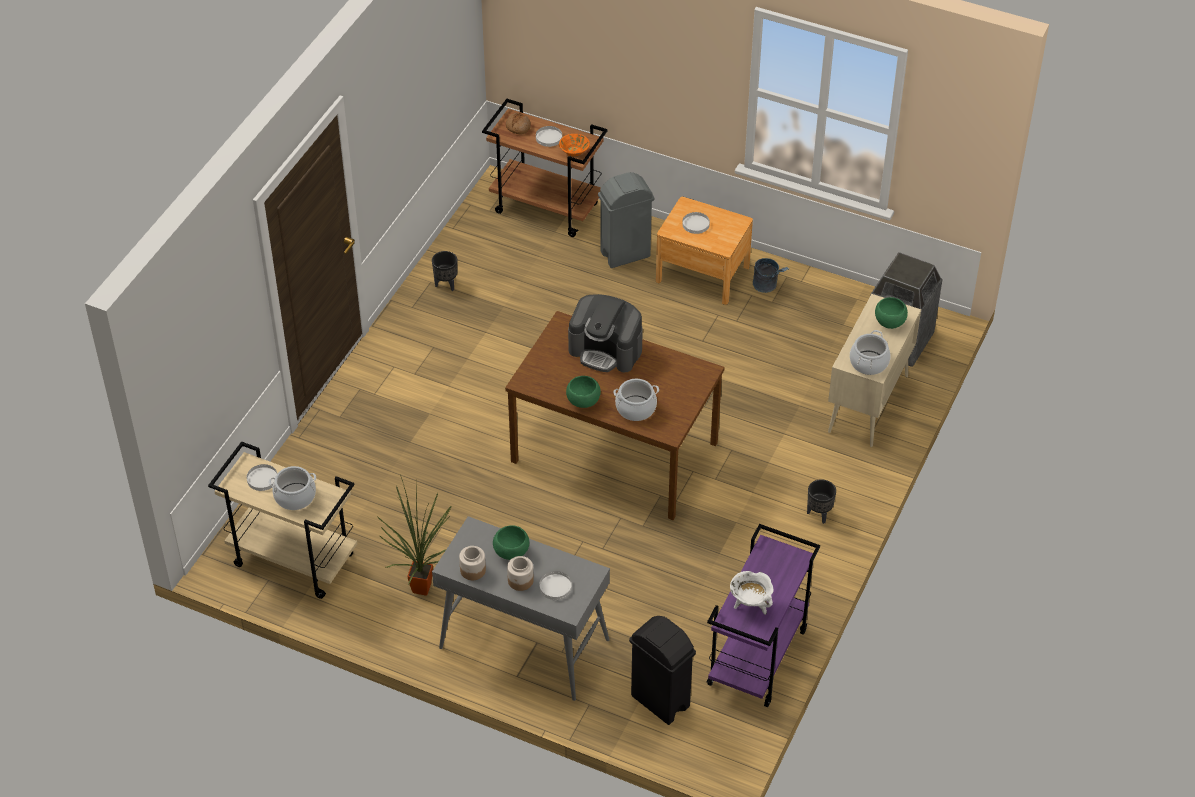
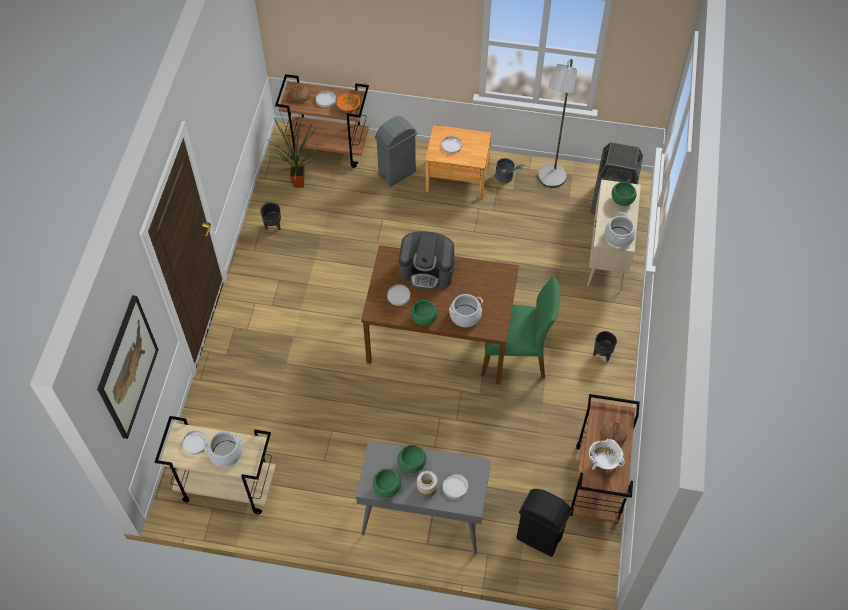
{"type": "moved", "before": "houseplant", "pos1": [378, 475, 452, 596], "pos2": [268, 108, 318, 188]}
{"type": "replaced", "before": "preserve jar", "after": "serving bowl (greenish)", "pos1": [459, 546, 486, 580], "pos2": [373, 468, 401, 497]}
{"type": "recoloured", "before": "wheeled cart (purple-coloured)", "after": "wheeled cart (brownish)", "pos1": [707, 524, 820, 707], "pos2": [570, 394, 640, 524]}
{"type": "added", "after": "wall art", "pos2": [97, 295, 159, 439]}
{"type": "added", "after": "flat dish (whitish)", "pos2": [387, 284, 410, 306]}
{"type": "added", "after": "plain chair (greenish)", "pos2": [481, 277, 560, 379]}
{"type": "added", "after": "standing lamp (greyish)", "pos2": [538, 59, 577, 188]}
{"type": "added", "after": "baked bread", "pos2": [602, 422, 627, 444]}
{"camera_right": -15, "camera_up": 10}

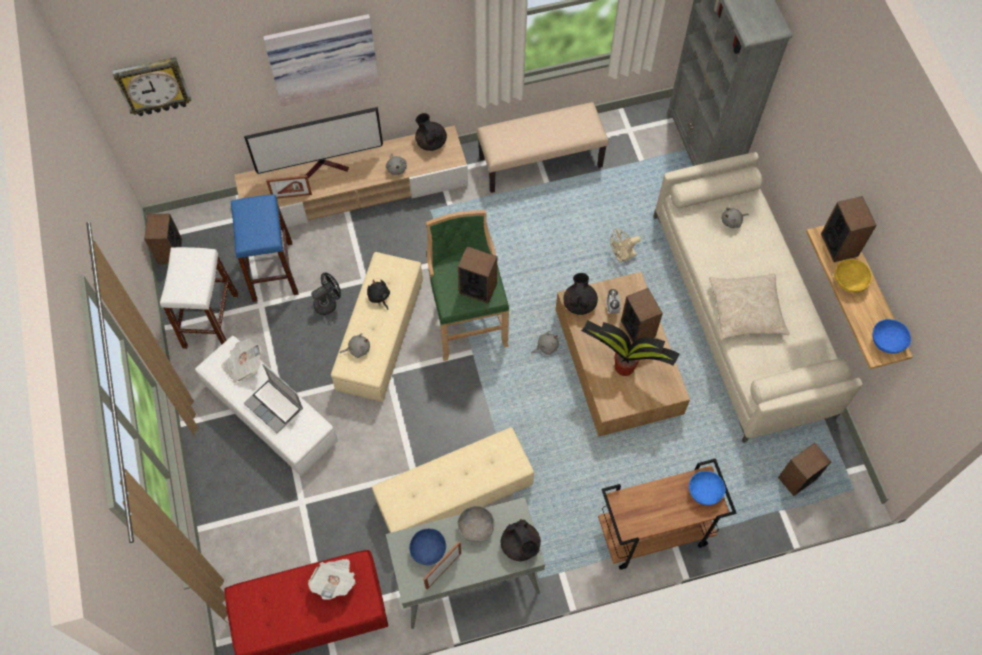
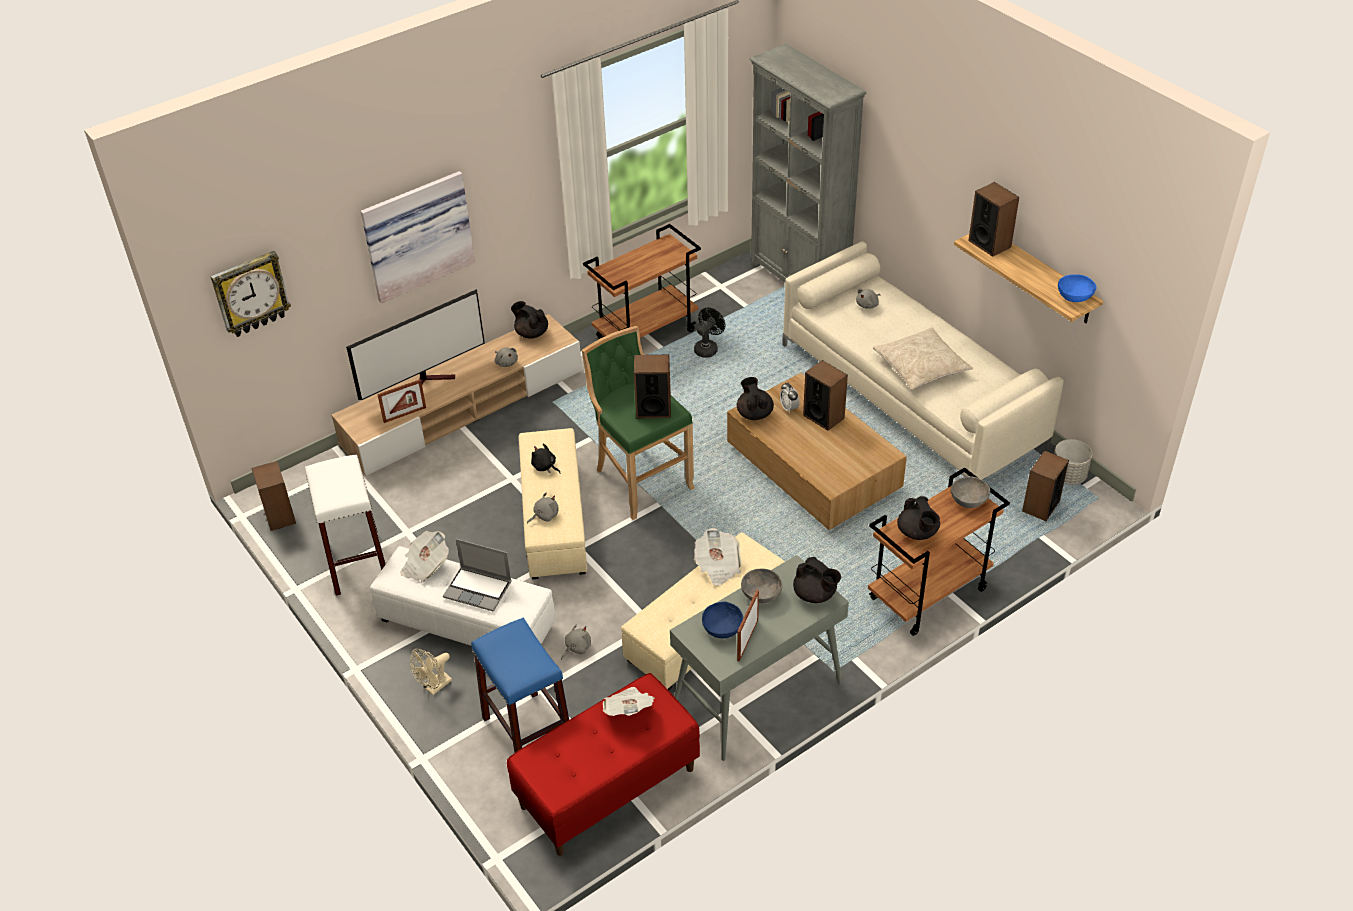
{"type": "moved", "before": "stool (blue)", "pos1": [231, 194, 299, 302], "pos2": [471, 618, 569, 753]}
{"type": "moved", "before": "fan (black-coloured)", "pos1": [311, 273, 341, 315], "pos2": [694, 308, 725, 358]}
{"type": "replaced", "before": "indoor bench (beige-coloured)", "after": "wheeled cart (brownish)", "pos1": [477, 102, 609, 193], "pos2": [583, 224, 701, 338]}
{"type": "moved", "before": "cuddly toy (greyish)", "pos1": [531, 331, 559, 355], "pos2": [561, 624, 591, 659]}
{"type": "removed", "before": "houseplant", "pos1": [581, 320, 680, 376]}
{"type": "moved", "before": "fan (beige-coloured)", "pos1": [610, 228, 641, 263], "pos2": [410, 649, 452, 695]}
{"type": "recoloured", "before": "serving bowl (blue)", "after": "serving bowl (greyish)", "pos1": [689, 471, 726, 505], "pos2": [951, 477, 990, 508]}
{"type": "removed", "before": "serving bowl (yellowish)", "pos1": [835, 259, 872, 293]}
{"type": "added", "after": "newspaper", "pos2": [694, 528, 741, 586]}
{"type": "added", "after": "tea pot (black-coloured)", "pos2": [897, 496, 940, 540]}
{"type": "added", "after": "planter (greyish)", "pos2": [1054, 439, 1092, 485]}
{"camera_right": -20, "camera_up": -20}

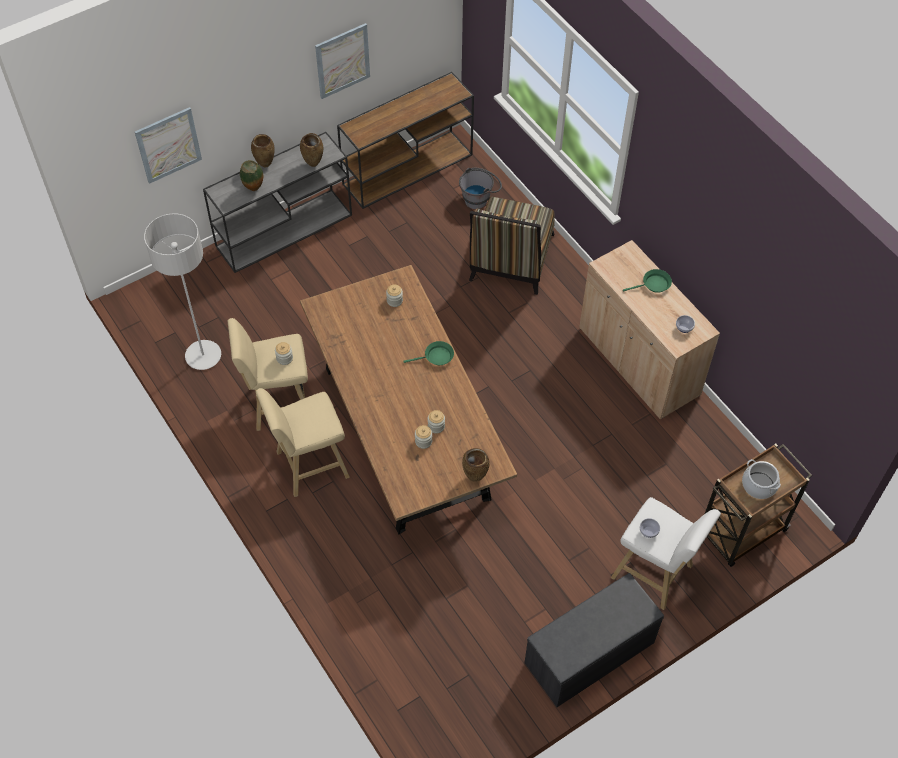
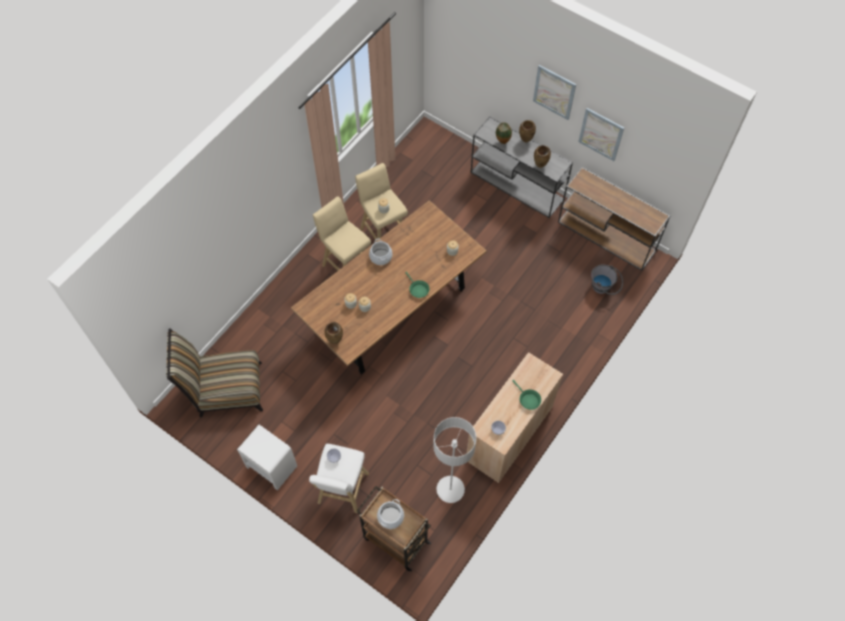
{"type": "moved", "before": "wall art", "pos1": [135, 107, 202, 184], "pos2": [533, 65, 576, 120]}
{"type": "moved", "before": "standing lamp (greyish)", "pos1": [144, 213, 221, 370], "pos2": [433, 417, 476, 503]}
{"type": "moved", "before": "plain chair", "pos1": [469, 197, 555, 295], "pos2": [166, 329, 263, 417]}
{"type": "replaced", "before": "indoor bench (greyish)", "after": "nightstand (whitish)", "pos1": [524, 573, 664, 707], "pos2": [237, 425, 297, 491]}
{"type": "added", "after": "stockpot", "pos2": [369, 239, 392, 265]}
{"camera_right": 70, "camera_up": 5}

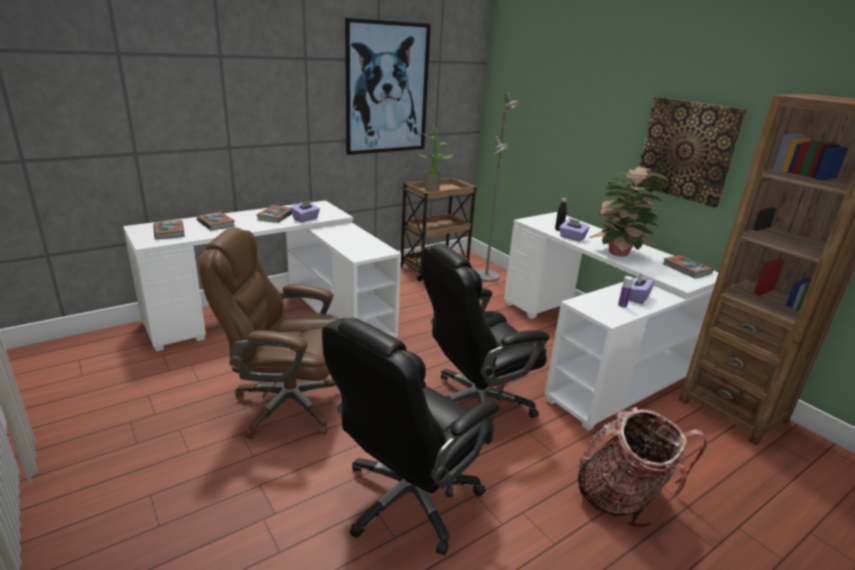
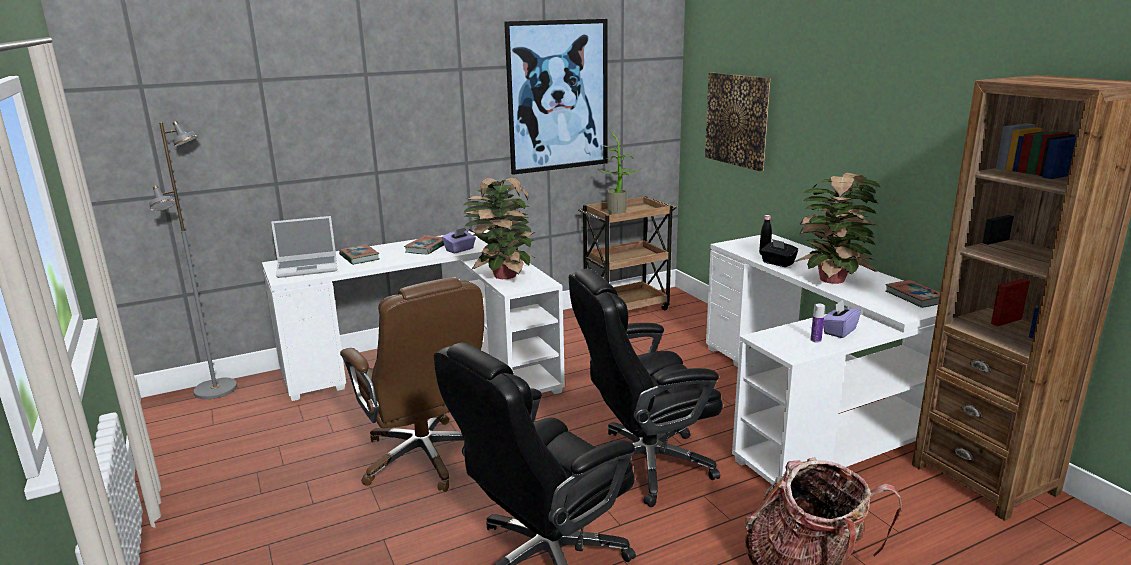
{"type": "replaced", "before": "book", "after": "notebook computer", "pos1": [153, 220, 185, 239], "pos2": [271, 216, 337, 278]}
{"type": "turned", "before": "office chair (brownish)", "pos1": [198, 227, 340, 439], "pos2": [340, 277, 484, 492], "turn": -135}
{"type": "moved", "before": "standing lamp (greyish)", "pos1": [476, 92, 519, 282], "pos2": [149, 121, 237, 399]}
{"type": "recoloured", "before": "tissue box (purple-coloured)", "after": "tissue box (black-coloured)", "pos1": [559, 218, 589, 242], "pos2": [760, 239, 798, 267]}
{"type": "moved", "before": "wall art", "pos1": [639, 97, 747, 208], "pos2": [705, 73, 770, 171]}
{"type": "added", "after": "houseplant", "pos2": [463, 178, 535, 279]}
{"camera_right": 10, "camera_up": -5}

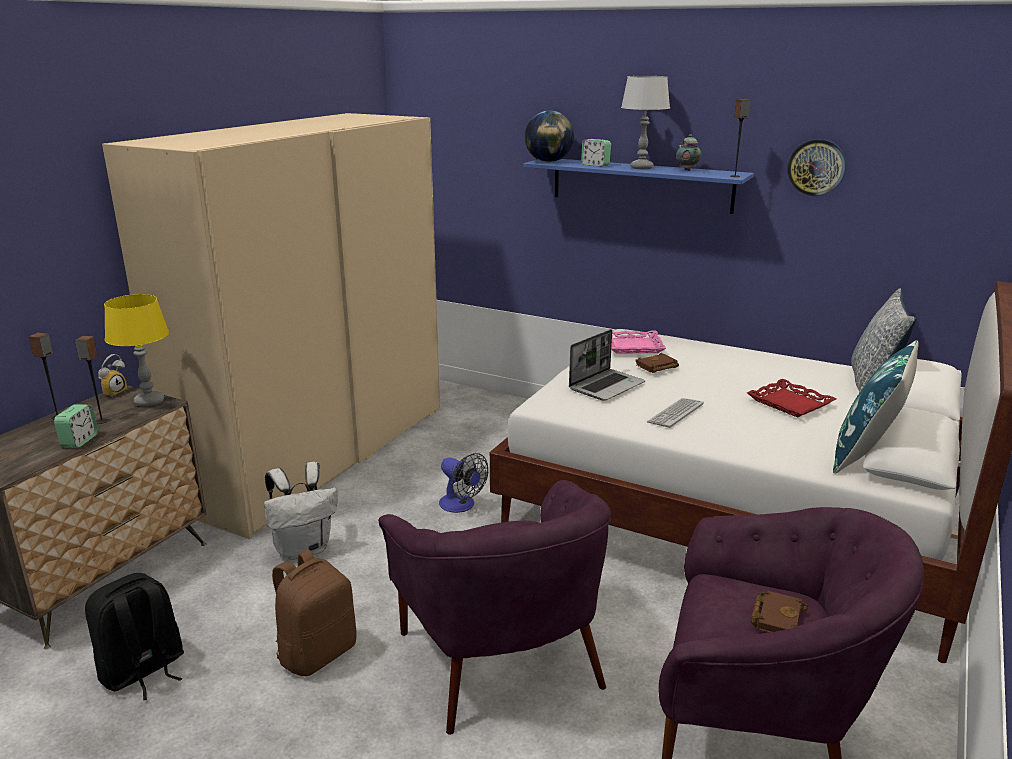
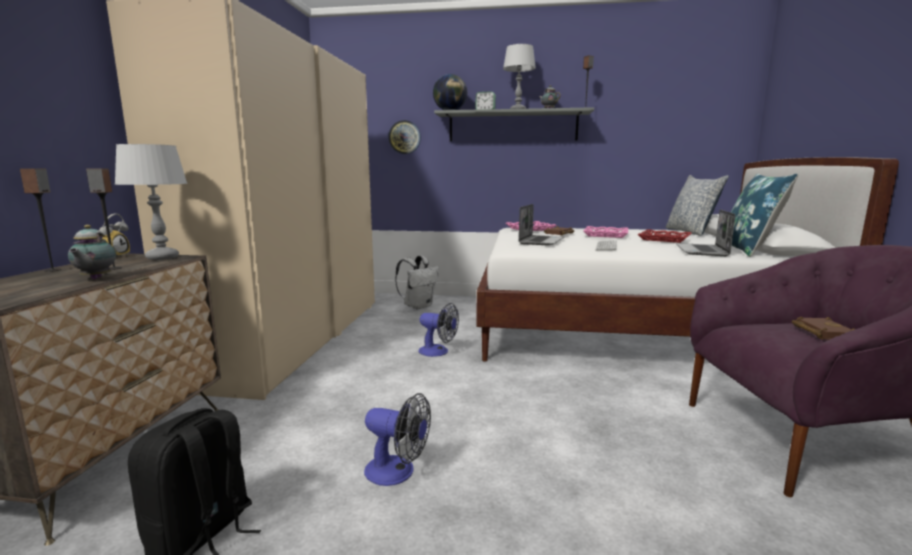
{"type": "replaced", "before": "bedside clock", "after": "tea pot", "pos1": [54, 404, 98, 448], "pos2": [68, 225, 116, 279]}
{"type": "recoloured", "before": "tabletop lamp (yellowish)", "after": "tabletop lamp (greyish)", "pos1": [104, 294, 169, 407], "pos2": [114, 144, 188, 260]}
{"type": "moved", "before": "backpack (whitish)", "pos1": [264, 462, 338, 560], "pos2": [395, 255, 439, 309]}
{"type": "replaced", "before": "backpack (brownish)", "after": "fan", "pos1": [272, 550, 357, 676], "pos2": [364, 393, 431, 486]}
{"type": "removed", "before": "armchair (purple-coloured)", "pos1": [378, 480, 611, 735]}
{"type": "recoloured", "before": "wall shelf (blue)", "after": "wall shelf (greyish)", "pos1": [523, 159, 754, 214], "pos2": [434, 107, 594, 142]}
{"type": "moved", "before": "hanging clock", "pos1": [787, 139, 846, 196], "pos2": [388, 120, 421, 154]}
{"type": "added", "after": "tray (pink)", "pos2": [584, 226, 629, 238]}
{"type": "added", "after": "notebook computer", "pos2": [676, 210, 735, 256]}
{"camera_right": -20, "camera_up": -10}

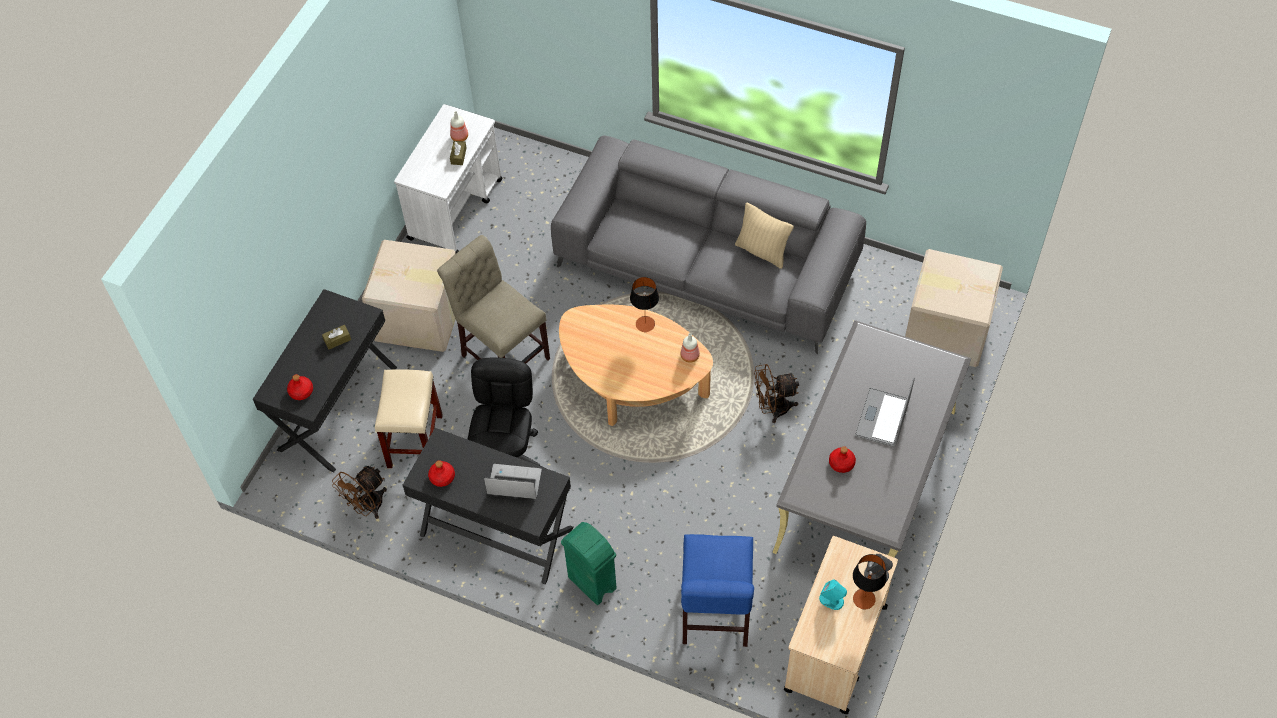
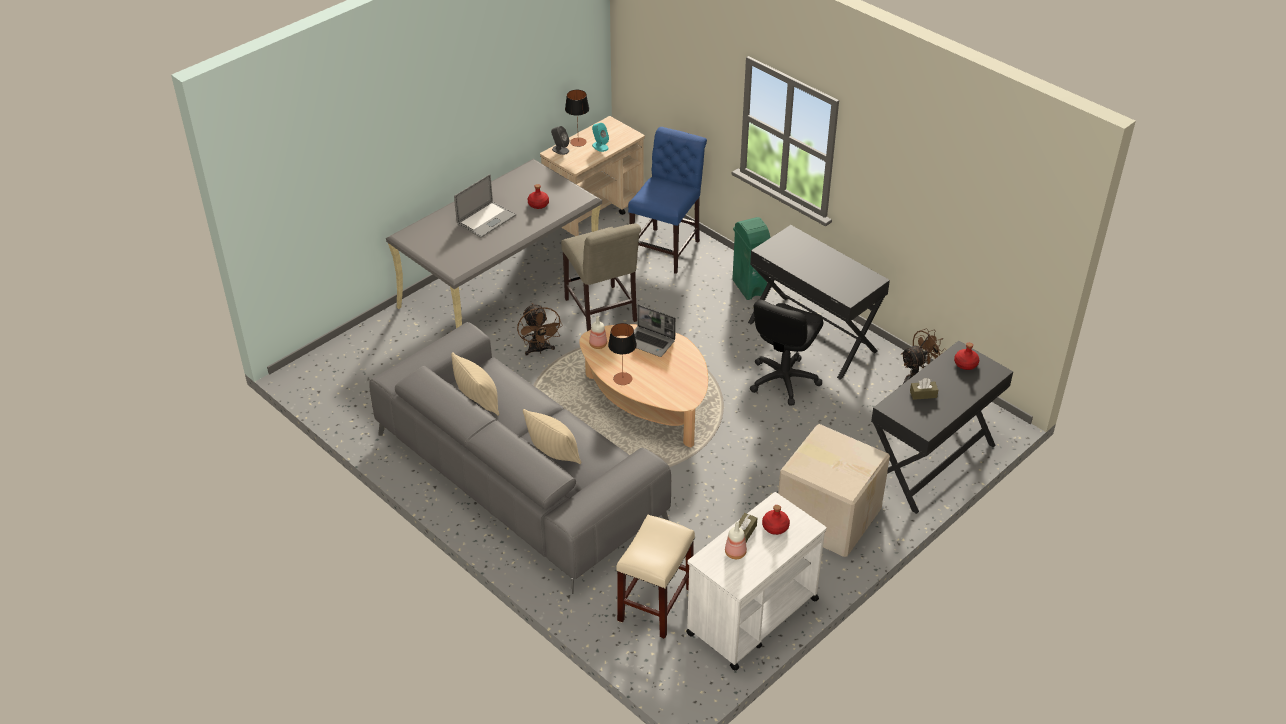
{"type": "moved", "before": "stool (beige-coloured)", "pos1": [375, 369, 443, 469], "pos2": [616, 515, 695, 639]}
{"type": "moved", "before": "beverage bottle (red-coloured)", "pos1": [428, 460, 455, 487], "pos2": [762, 505, 790, 535]}
{"type": "moved", "before": "plain chair (beige-coloured)", "pos1": [437, 235, 550, 363], "pos2": [561, 224, 641, 331]}
{"type": "moved", "before": "notebook computer", "pos1": [484, 464, 542, 499], "pos2": [634, 305, 676, 357]}
{"type": "turned", "before": "fan (brownish)", "pos1": [754, 364, 799, 423], "pos2": [517, 303, 563, 356], "turn": 60}
{"type": "removed", "before": "carton", "pos1": [905, 249, 1003, 367]}
{"type": "added", "after": "pillow (beige-coloured)", "pos2": [523, 409, 581, 464]}
{"camera_right": -160, "camera_up": -15}

